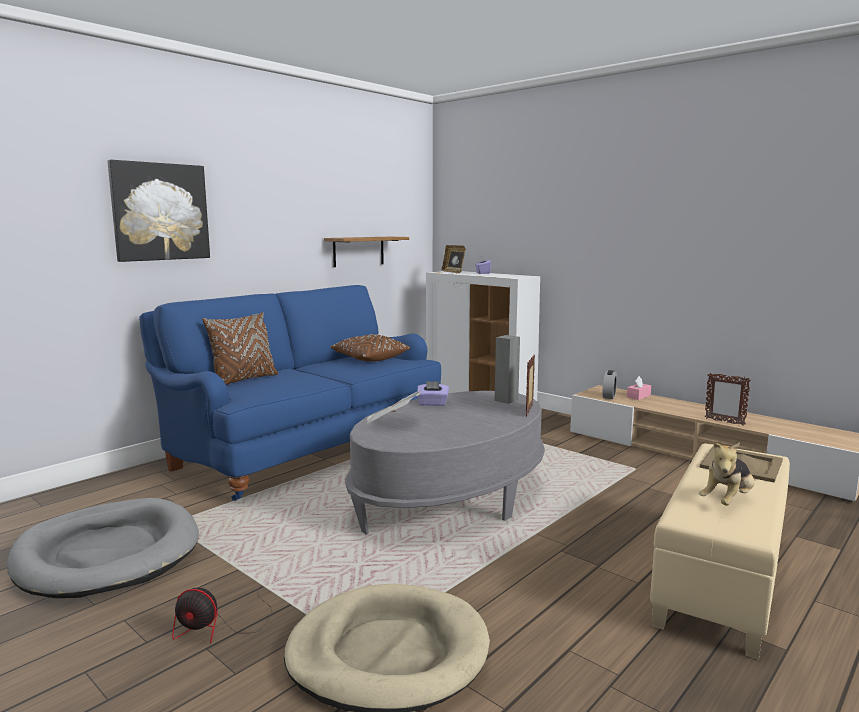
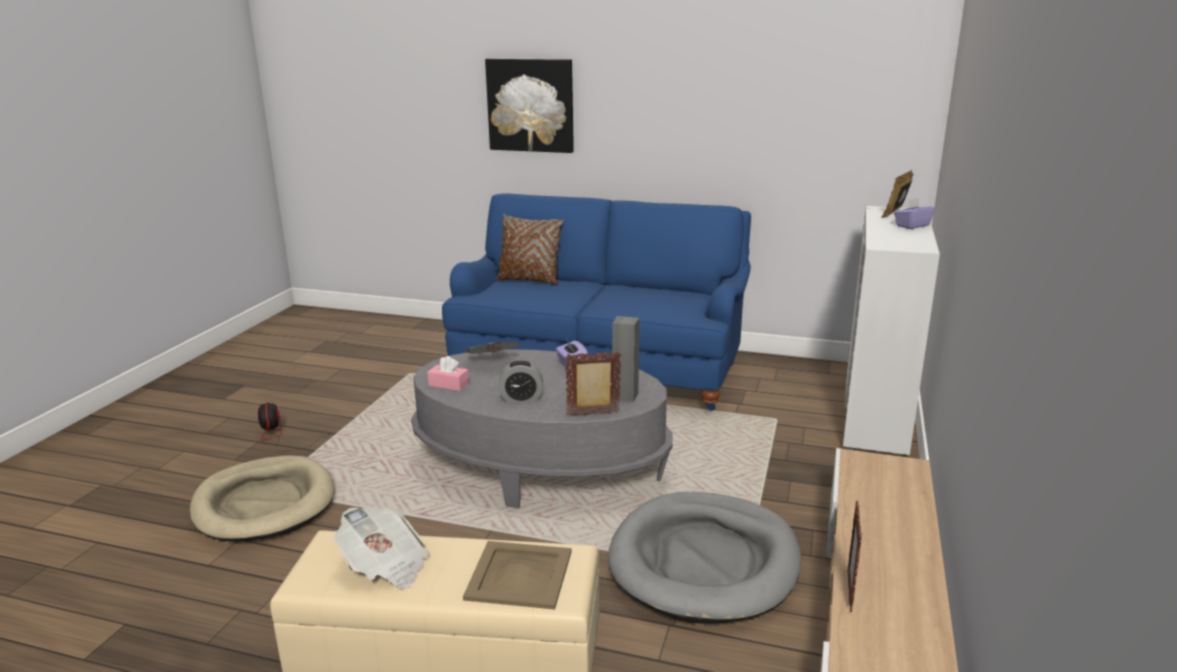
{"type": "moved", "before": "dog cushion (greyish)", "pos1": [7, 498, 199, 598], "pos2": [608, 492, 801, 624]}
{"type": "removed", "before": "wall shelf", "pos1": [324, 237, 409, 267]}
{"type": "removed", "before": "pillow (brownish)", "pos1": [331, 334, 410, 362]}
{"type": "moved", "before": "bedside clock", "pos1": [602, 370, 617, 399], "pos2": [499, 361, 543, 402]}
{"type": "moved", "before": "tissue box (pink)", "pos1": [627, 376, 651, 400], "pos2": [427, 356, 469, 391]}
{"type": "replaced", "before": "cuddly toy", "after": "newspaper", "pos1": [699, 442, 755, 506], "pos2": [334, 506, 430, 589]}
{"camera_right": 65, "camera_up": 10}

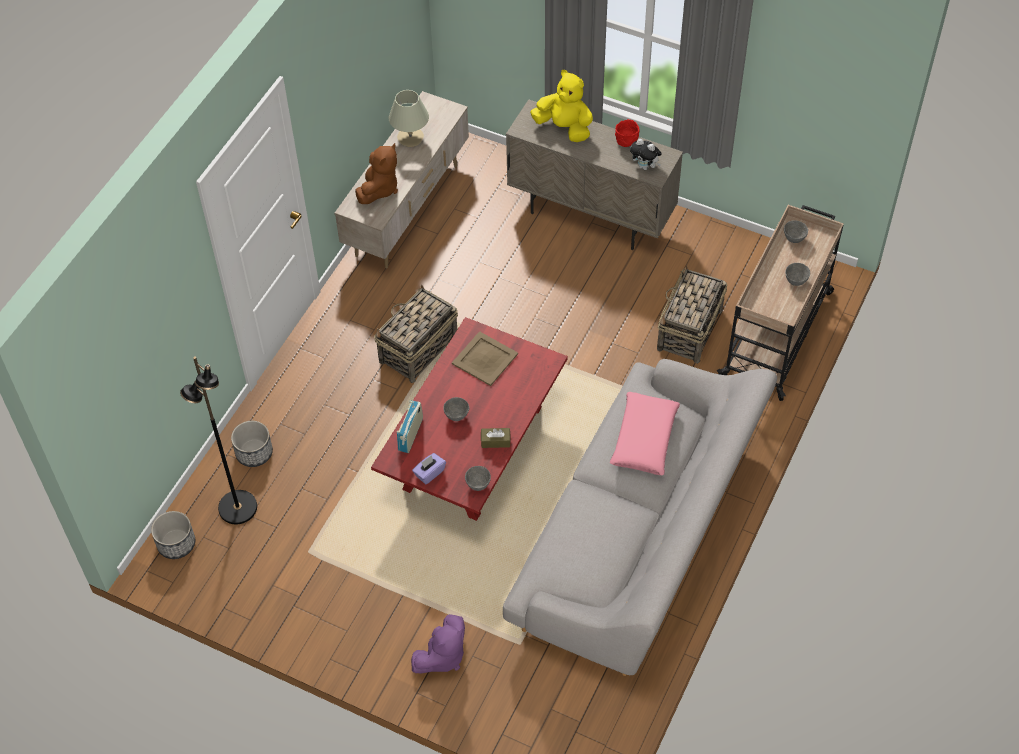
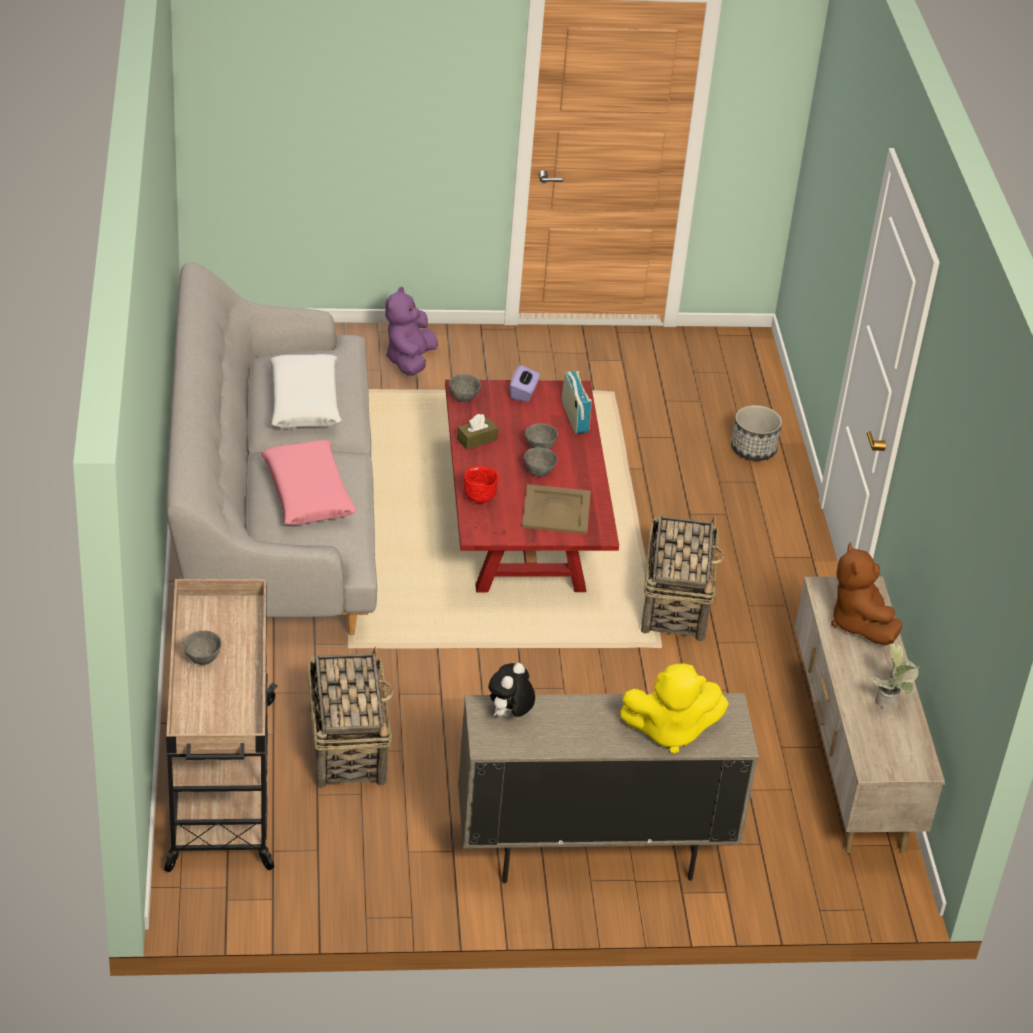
{"type": "removed", "before": "planter", "pos1": [151, 511, 195, 559]}
{"type": "removed", "before": "standing lamp (black-coloured)", "pos1": [180, 356, 257, 524]}
{"type": "replaced", "before": "tabletop lamp (beige-coloured)", "after": "houseplant", "pos1": [389, 90, 429, 147], "pos2": [870, 643, 921, 707]}
{"type": "moved", "before": "serving bowl (red-coloured)", "pos1": [615, 119, 640, 147], "pos2": [464, 466, 499, 504]}
{"type": "turned", "before": "cuddly toy", "pos1": [630, 139, 662, 170], "pos2": [489, 663, 535, 717], "turn": -60}
{"type": "moved", "before": "serving bowl (greyish)", "pos1": [784, 220, 808, 243], "pos2": [524, 447, 557, 477]}
{"type": "added", "after": "pillow (whitish)", "pos2": [269, 354, 341, 428]}
{"camera_right": 145, "camera_up": -15}

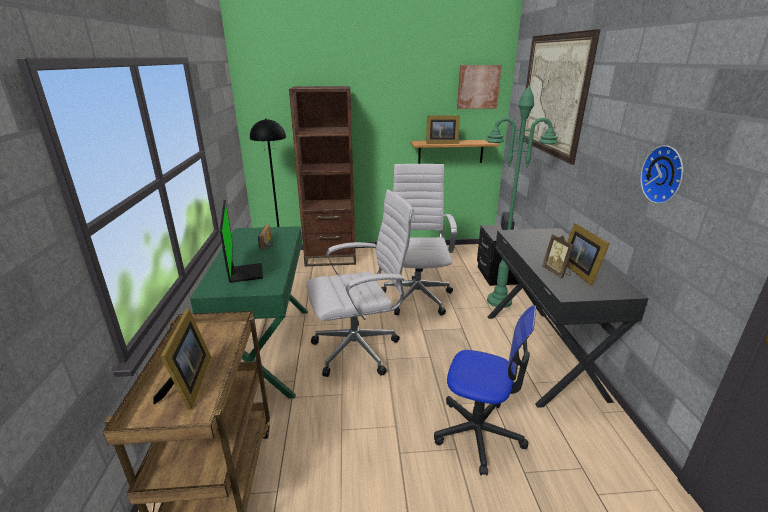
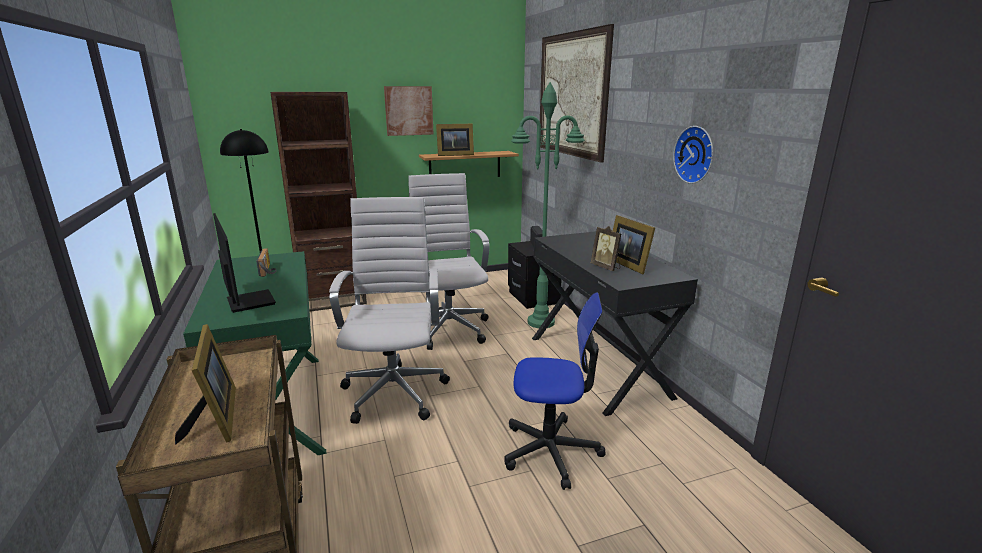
{"type": "turned", "before": "office chair (whitish)", "pos1": [306, 190, 415, 377], "pos2": [329, 197, 450, 424], "turn": -60}
{"type": "moved", "before": "wall art", "pos1": [457, 65, 502, 109], "pos2": [384, 86, 434, 136]}
{"camera_right": -15, "camera_up": -5}

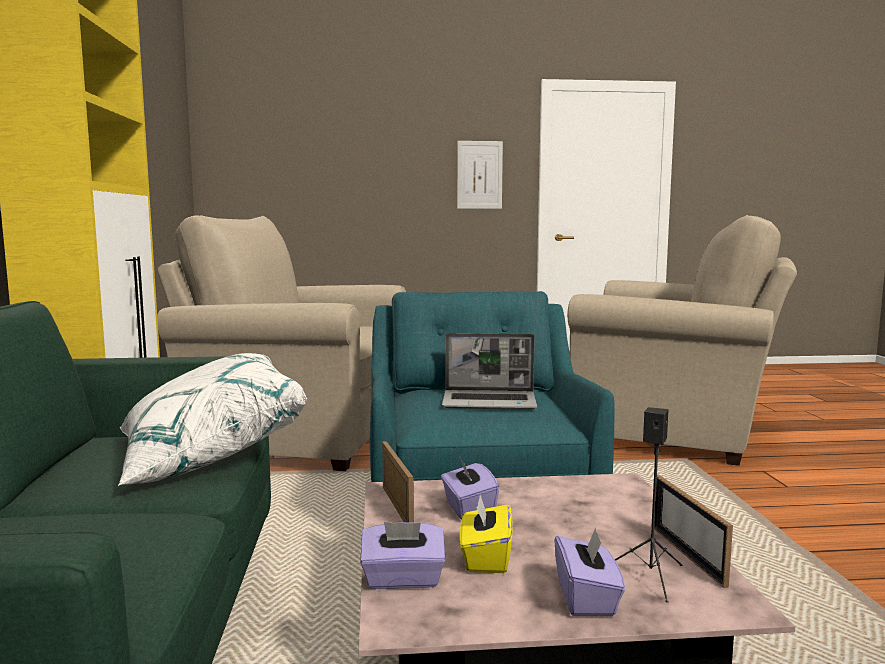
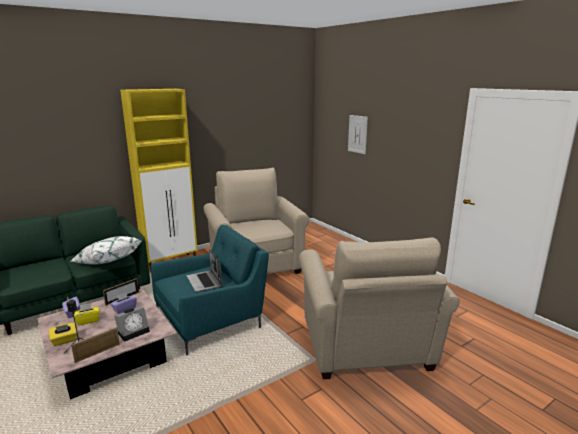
{"type": "moved", "before": "wall art", "pos1": [457, 141, 503, 209], "pos2": [348, 115, 368, 154]}
{"type": "recoloured", "before": "tissue box (purple-coloured)", "after": "tissue box (yellowish)", "pos1": [554, 527, 625, 616], "pos2": [48, 323, 78, 346]}
{"type": "added", "after": "bedside clock", "pos2": [114, 306, 150, 342]}
{"camera_right": 60, "camera_up": 10}

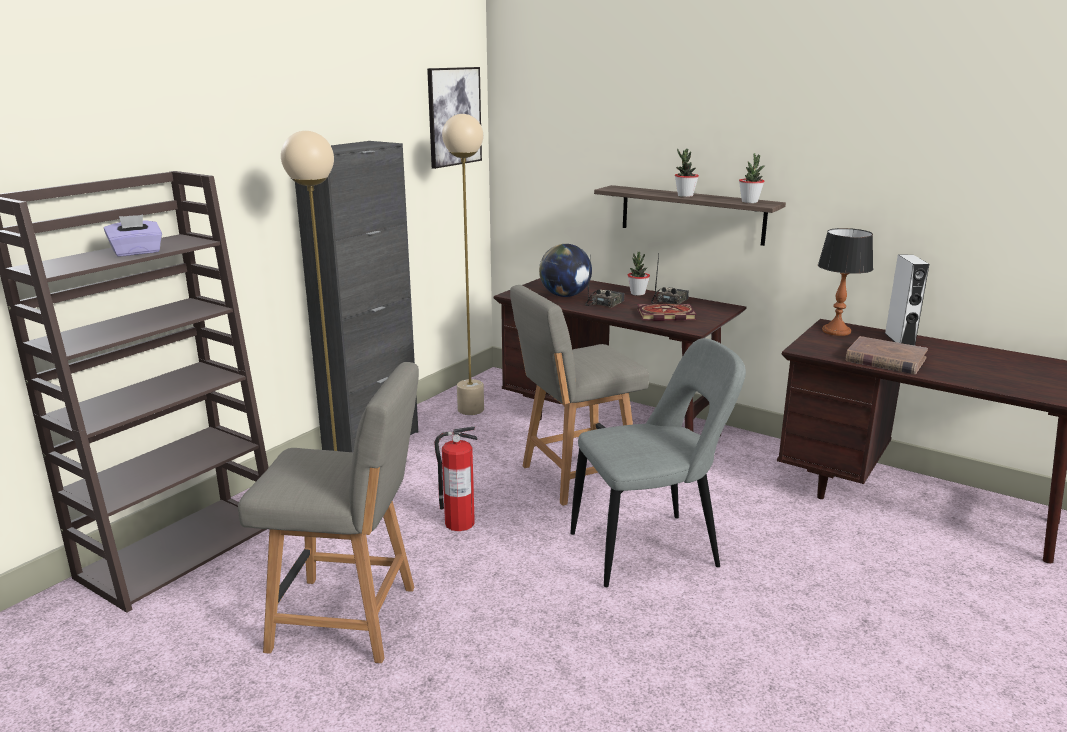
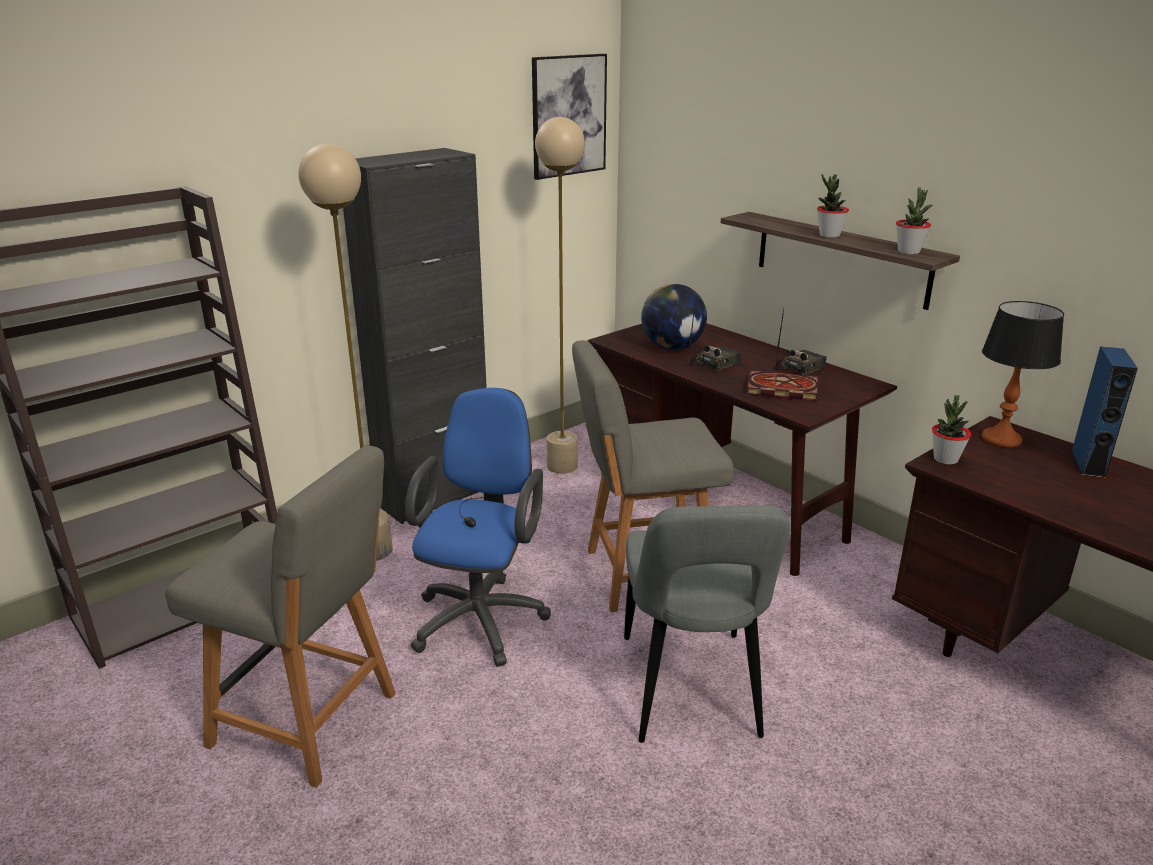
{"type": "removed", "before": "tissue box (purple-coloured)", "pos1": [104, 215, 162, 256]}
{"type": "replaced", "before": "extinguisher", "after": "office chair (blue)", "pos1": [434, 426, 478, 531], "pos2": [405, 388, 551, 667]}
{"type": "turned", "before": "plain chair (greyish)", "pos1": [570, 338, 746, 587], "pos2": [624, 505, 790, 743], "turn": 90}
{"type": "moved", "before": "houseplant", "pos1": [628, 252, 650, 296], "pos2": [932, 395, 971, 465]}
{"type": "removed", "before": "book (brownish)", "pos1": [846, 336, 928, 374]}
{"type": "recoloured", "before": "loudspeaker (greyish)", "after": "loudspeaker (blue)", "pos1": [885, 255, 929, 346], "pos2": [1071, 347, 1138, 478]}
{"camera_right": 15, "camera_up": 5}

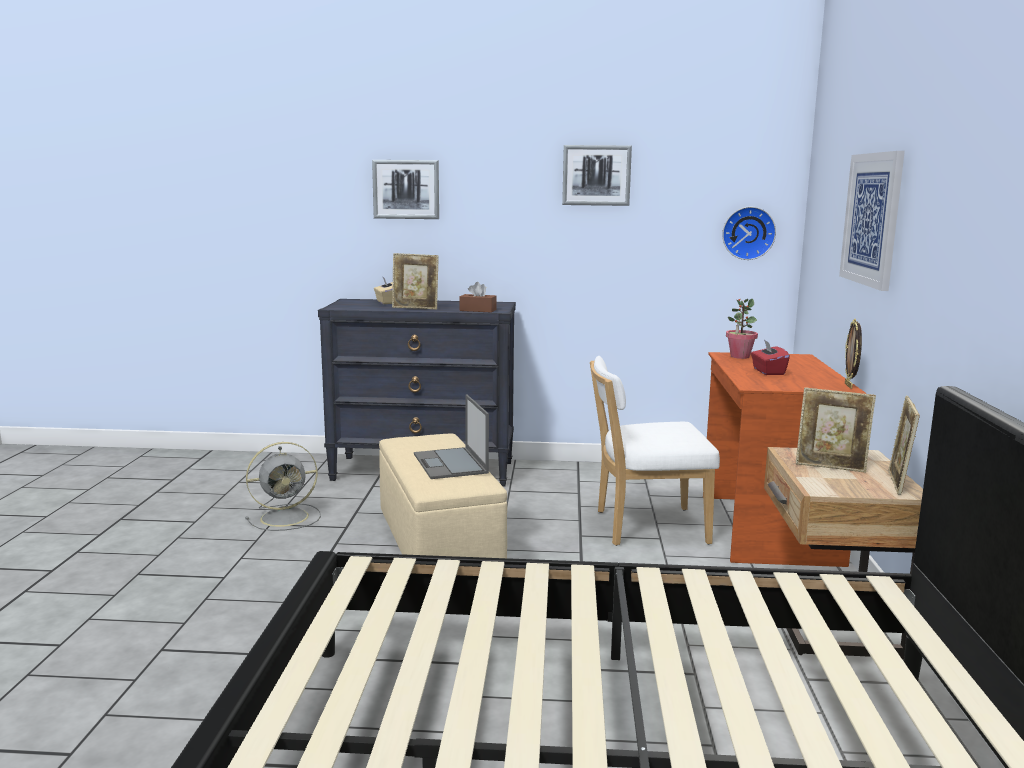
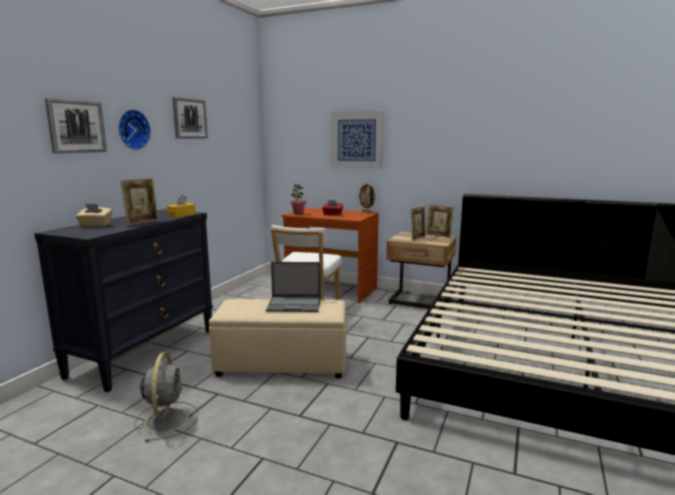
{"type": "recoloured", "before": "tissue box (brownish)", "after": "tissue box (yellowish)", "pos1": [459, 282, 497, 313], "pos2": [167, 195, 196, 218]}
{"type": "moved", "before": "hanging clock", "pos1": [722, 207, 776, 260], "pos2": [118, 109, 151, 151]}
{"camera_right": -70, "camera_up": 0}

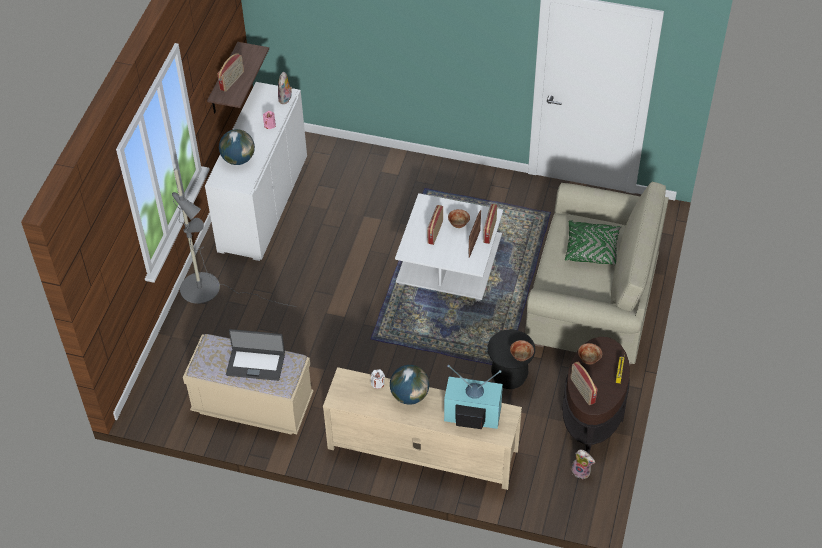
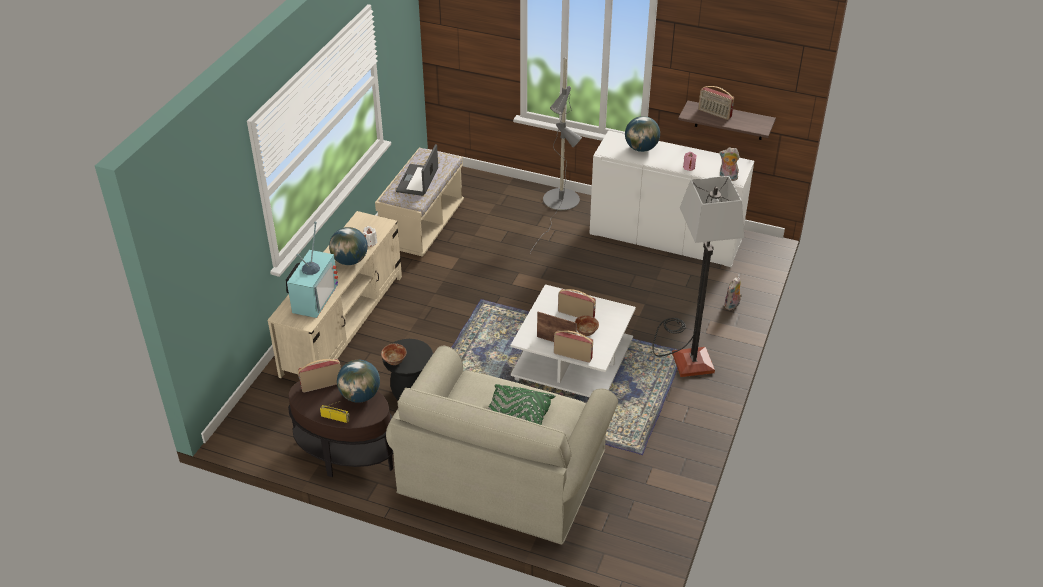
{"type": "moved", "before": "cuddly toy", "pos1": [571, 449, 595, 479], "pos2": [724, 277, 742, 310]}
{"type": "replaced", "before": "serving bowl", "after": "desk globe", "pos1": [578, 343, 602, 364], "pos2": [337, 360, 380, 403]}
{"type": "added", "after": "standing lamp", "pos2": [652, 176, 745, 377]}
{"camera_right": 95, "camera_up": -10}

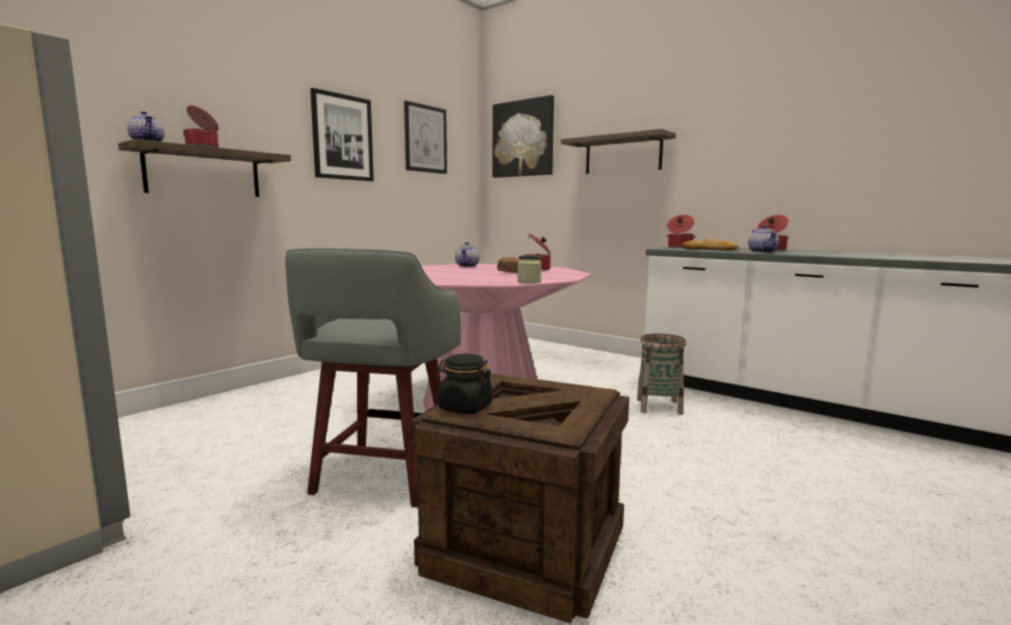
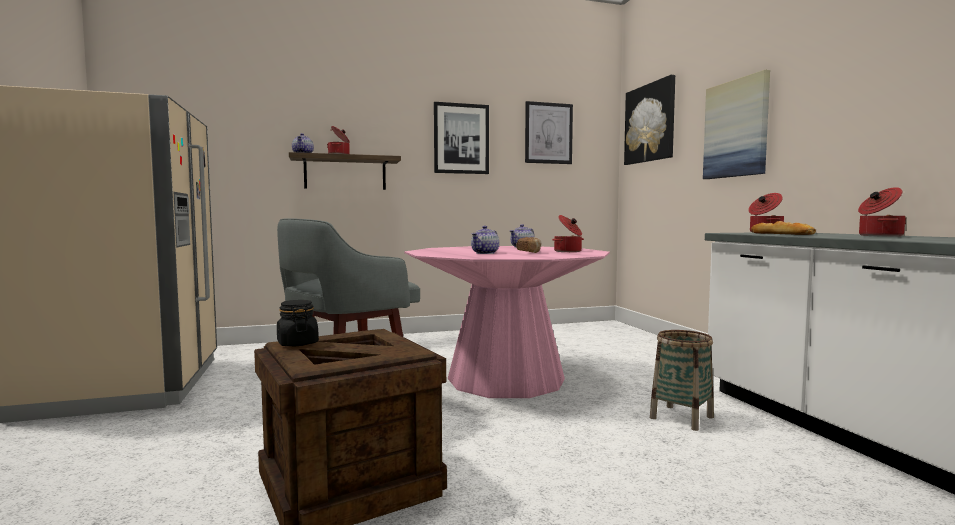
{"type": "removed", "before": "preserve jar", "pos1": [517, 255, 542, 283]}
{"type": "replaced", "before": "wall shelf", "after": "wall art", "pos1": [561, 129, 676, 174], "pos2": [703, 70, 770, 179]}
{"type": "moved", "before": "tea pot", "pos1": [748, 225, 779, 253], "pos2": [471, 226, 499, 254]}
{"camera_right": 35, "camera_up": -5}

